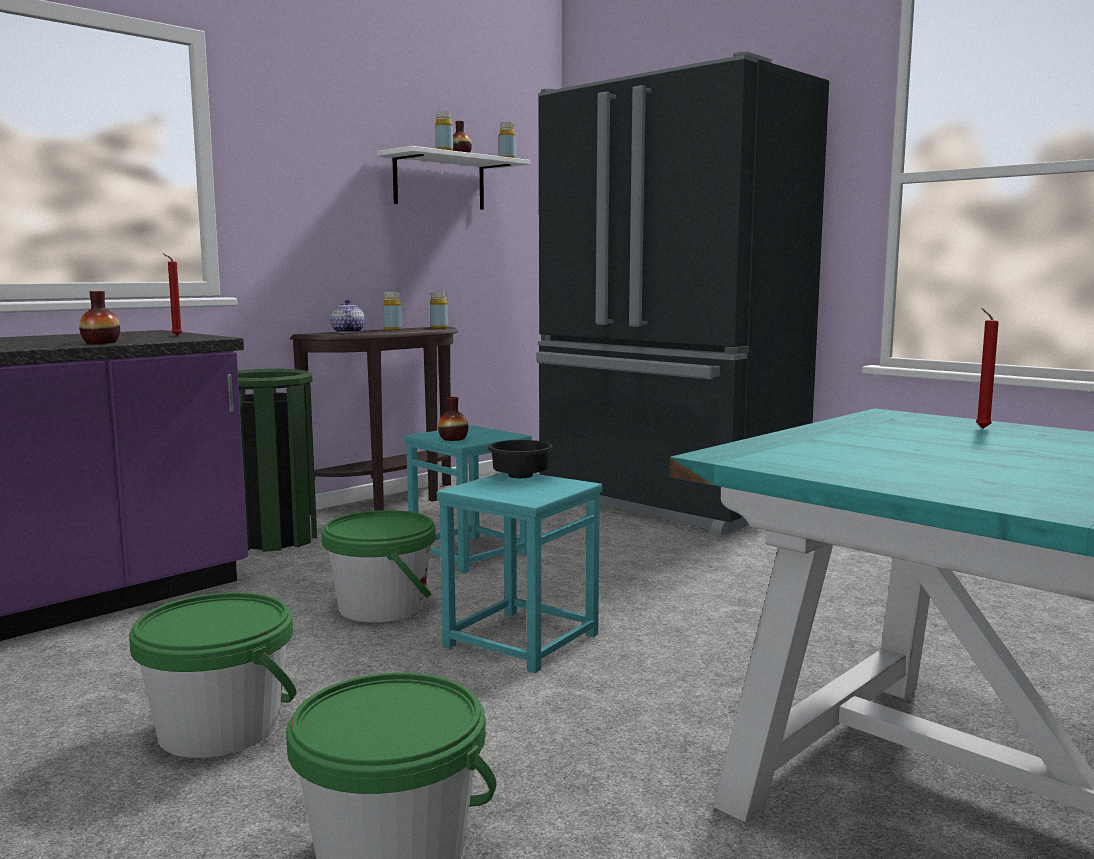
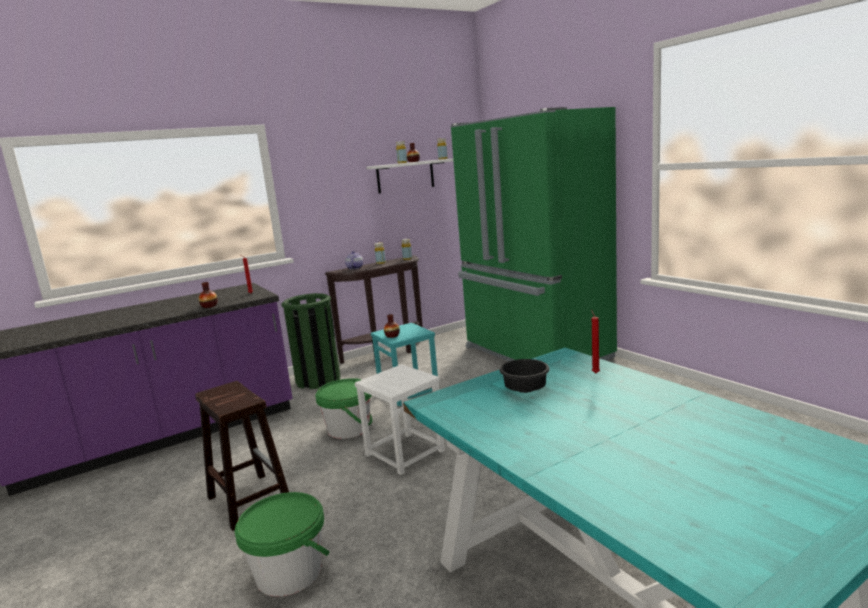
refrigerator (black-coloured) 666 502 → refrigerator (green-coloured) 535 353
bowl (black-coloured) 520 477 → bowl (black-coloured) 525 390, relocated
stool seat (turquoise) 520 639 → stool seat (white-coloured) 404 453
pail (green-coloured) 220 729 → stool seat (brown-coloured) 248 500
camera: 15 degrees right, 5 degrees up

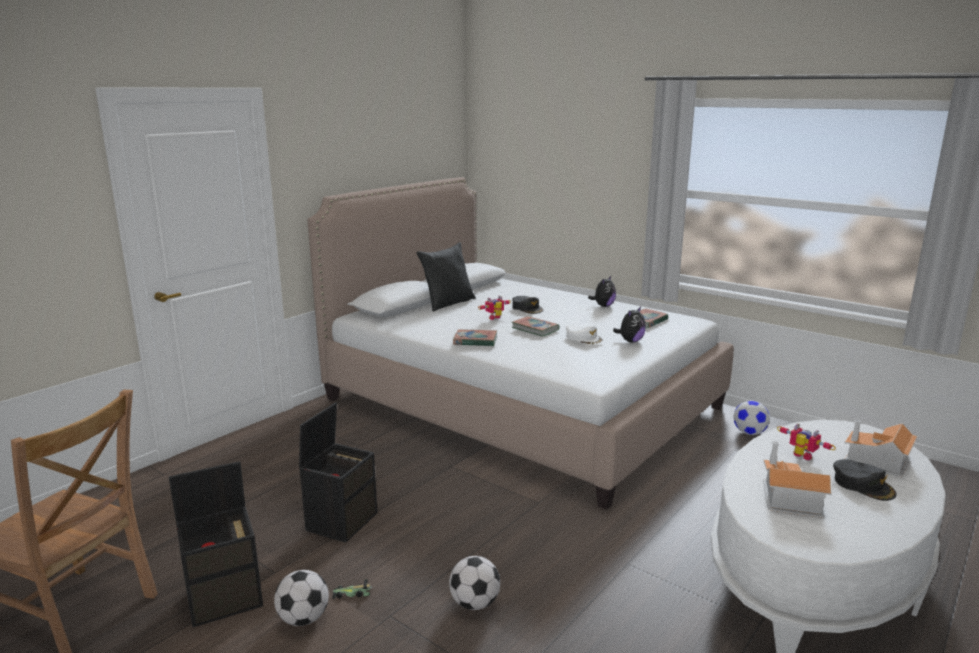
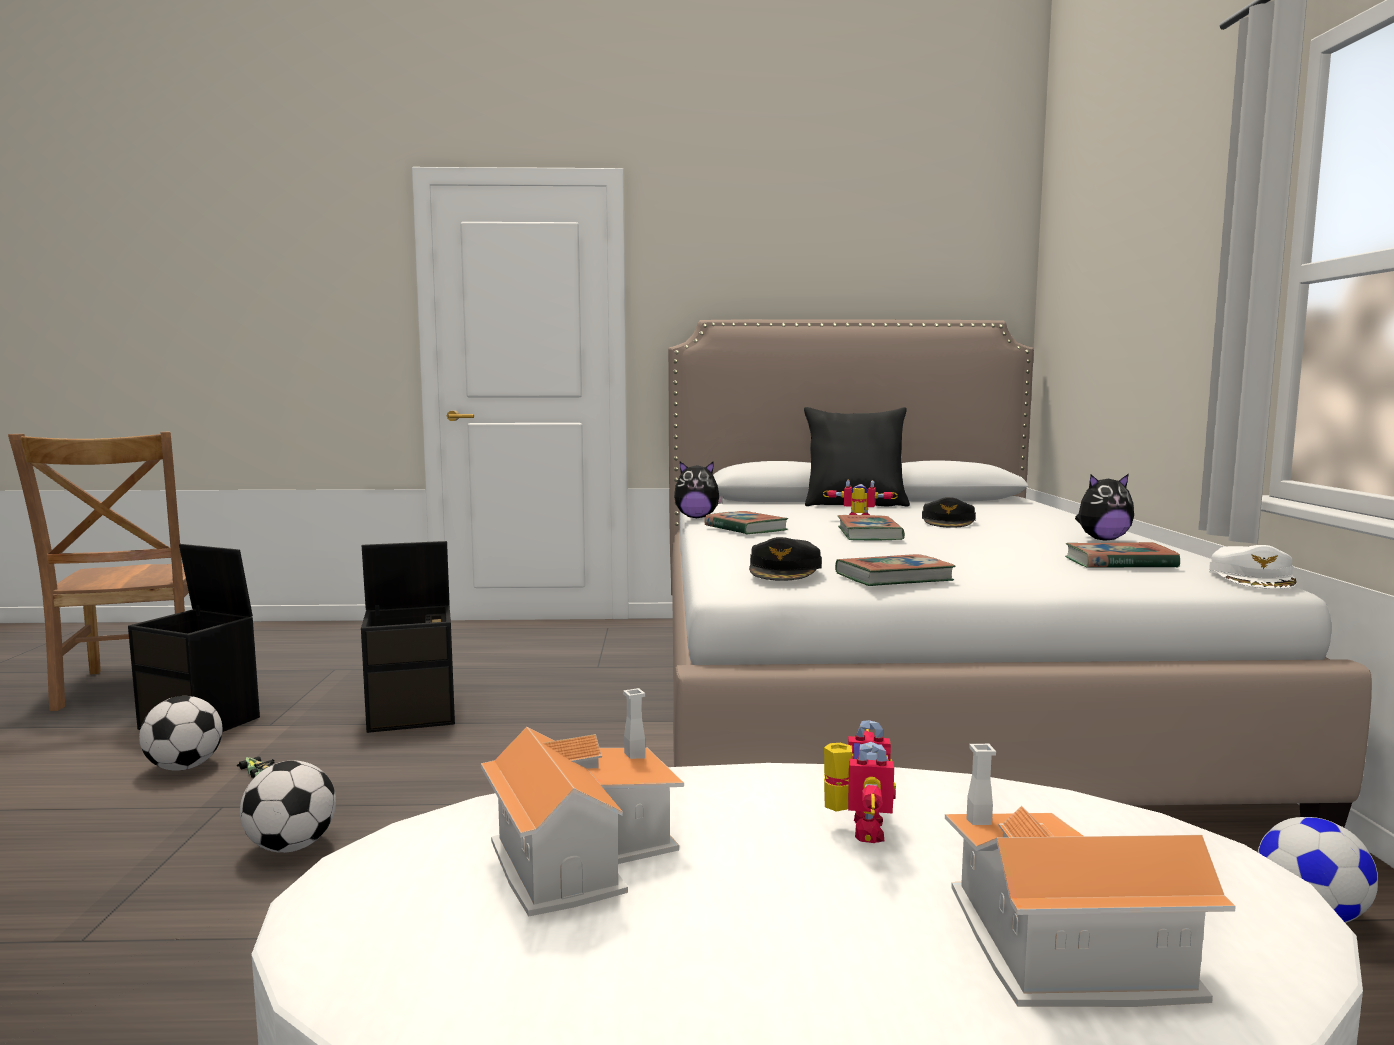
soft toy 630 341 → soft toy 697 518, relocated
peaked cap (white-coloured) 583 338 → peaked cap (white-coloured) 1252 578, relocated
peaked cap (black-coloured) 863 485 → peaked cap (black-coloured) 785 570, relocated
- → bound book 893 577
camera: 50 degrees right, 10 degrees down

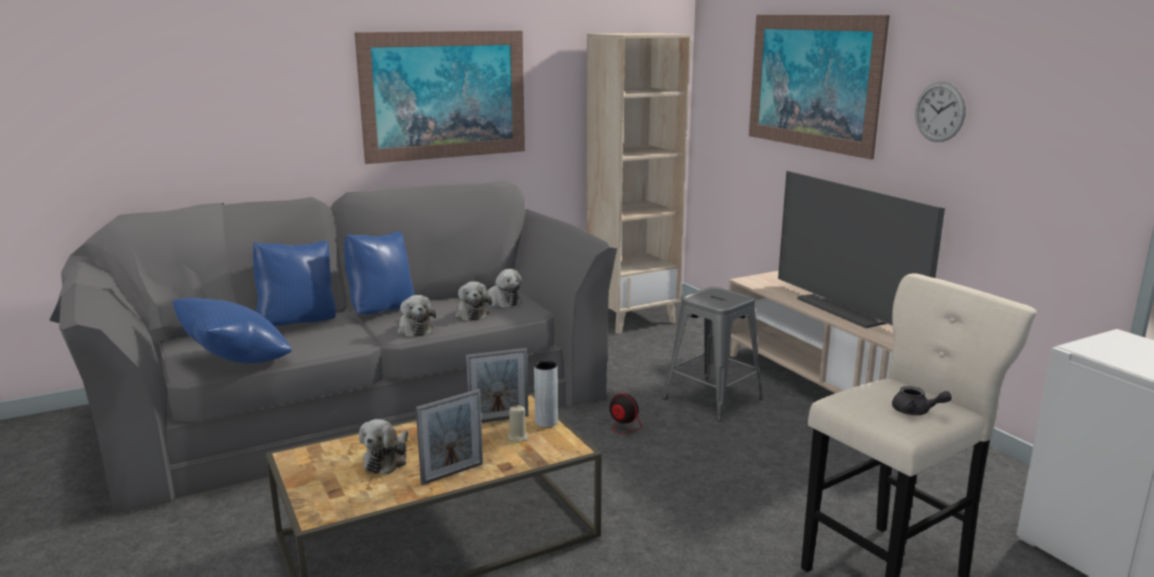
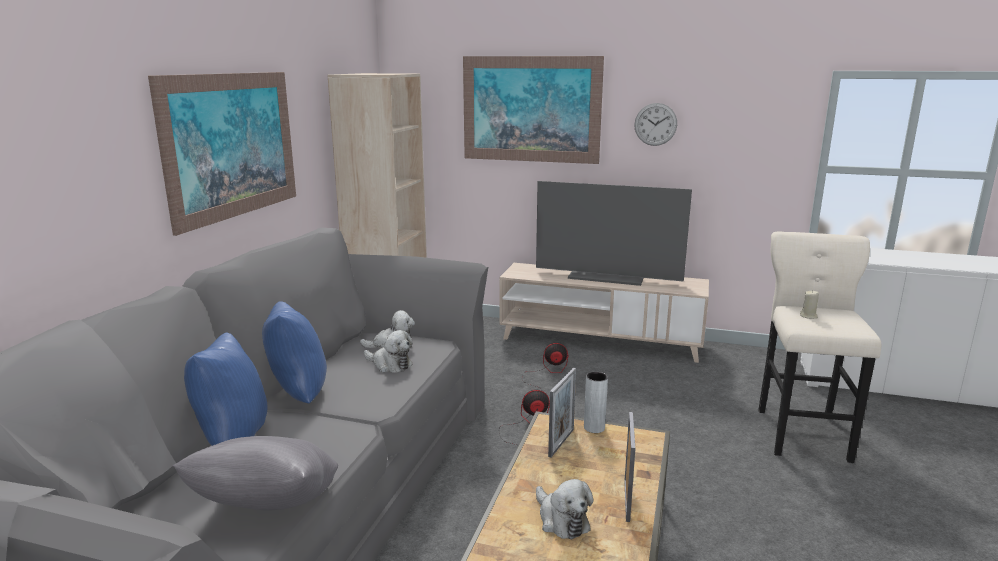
stool seat (gray) 712 398 → fan 547 373
soft toy 414 329 → -
throw pillow (blue-coloured) 236 362 → throw pillow (gray) 268 511
teapot (gray) 916 412 → -
candle (beige) 518 437 → candle (beige) 808 316, relocated
camera: 45 degrees left, 0 degrees up

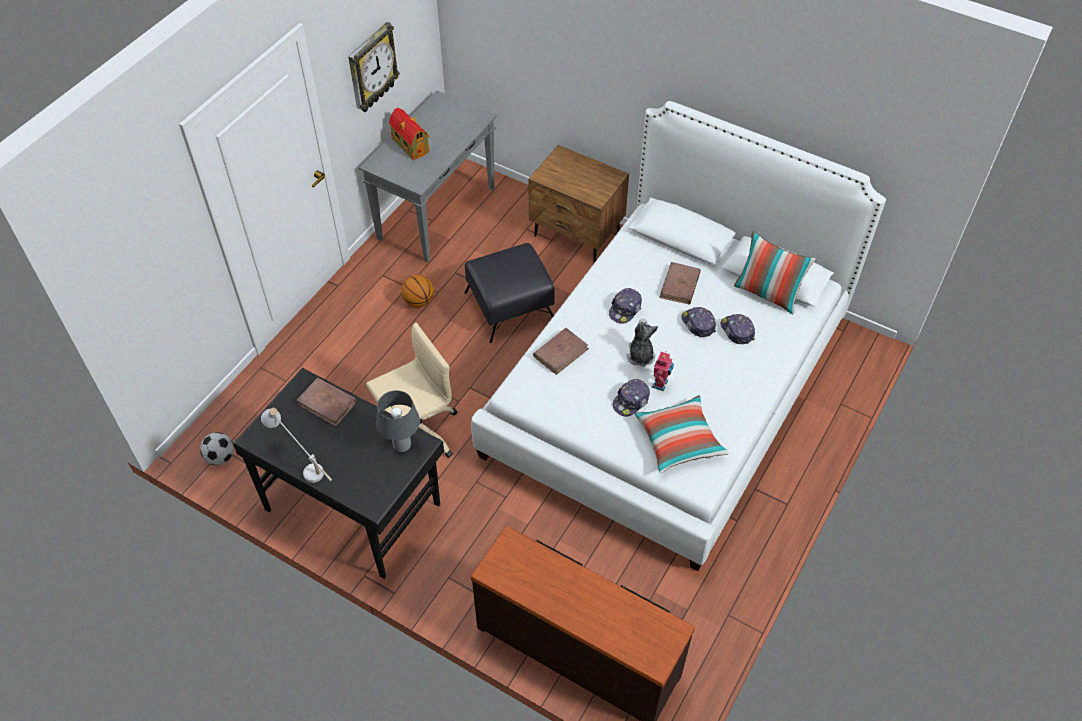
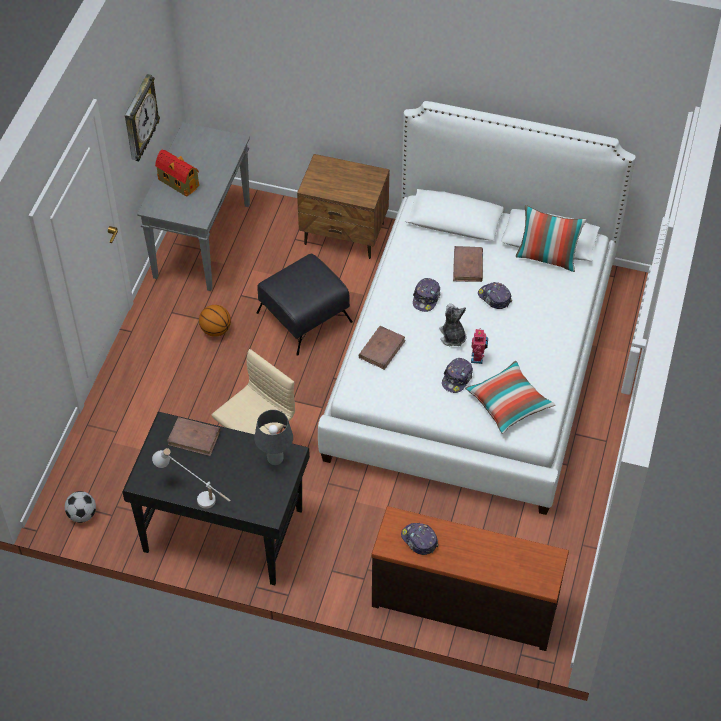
peaked cap 736 331 → peaked cap 419 540, relocated
camera: 15 degrees left, 0 degrees up

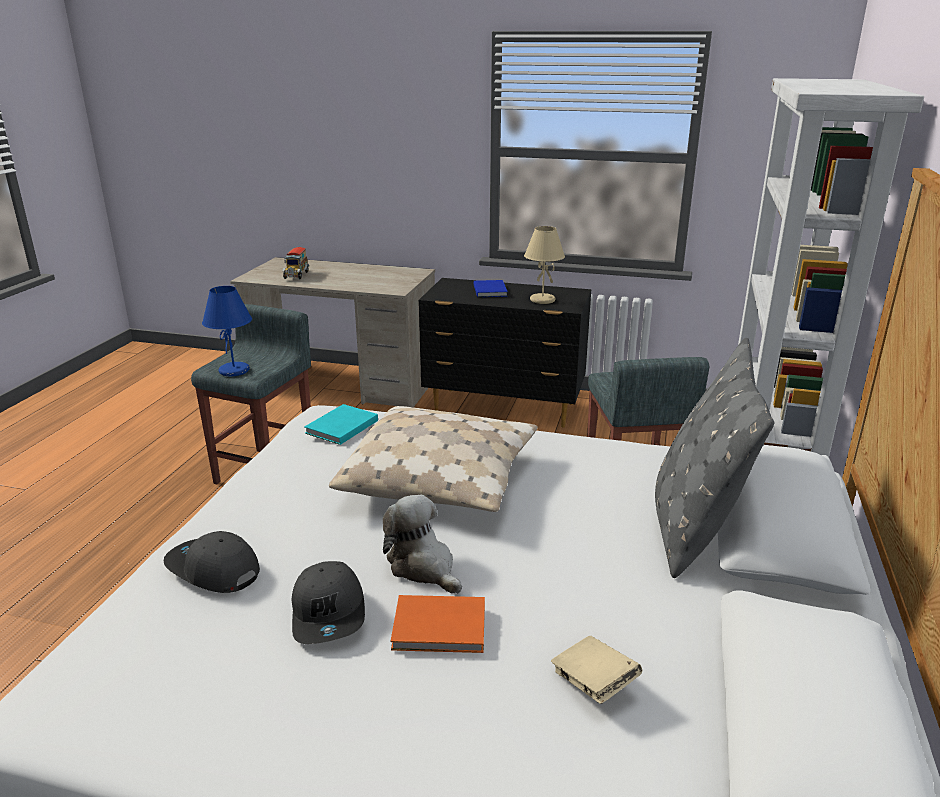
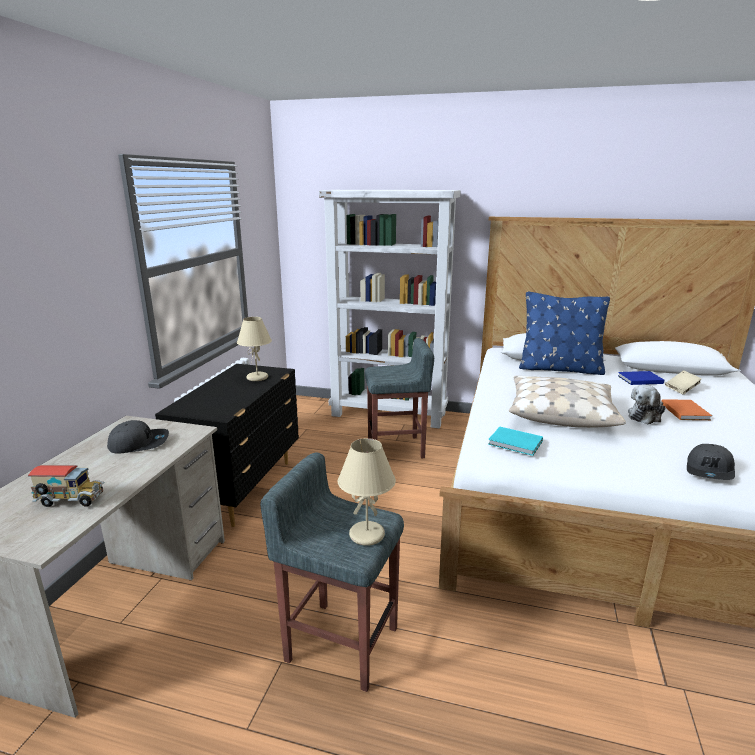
bound book (blue-coloured) 490 290 → bound book (blue-coloured) 638 379, relocated
tabletop lamp (blue-coloured) 234 371 → tabletop lamp (beige) 367 534
throw pillow (gray) 694 524 → throw pillow (blue-coloured) 559 369
peaked cap (gray) 329 613 → peaked cap (gray) 139 443, relocated
camera: 90 degrees left, 5 degrees down

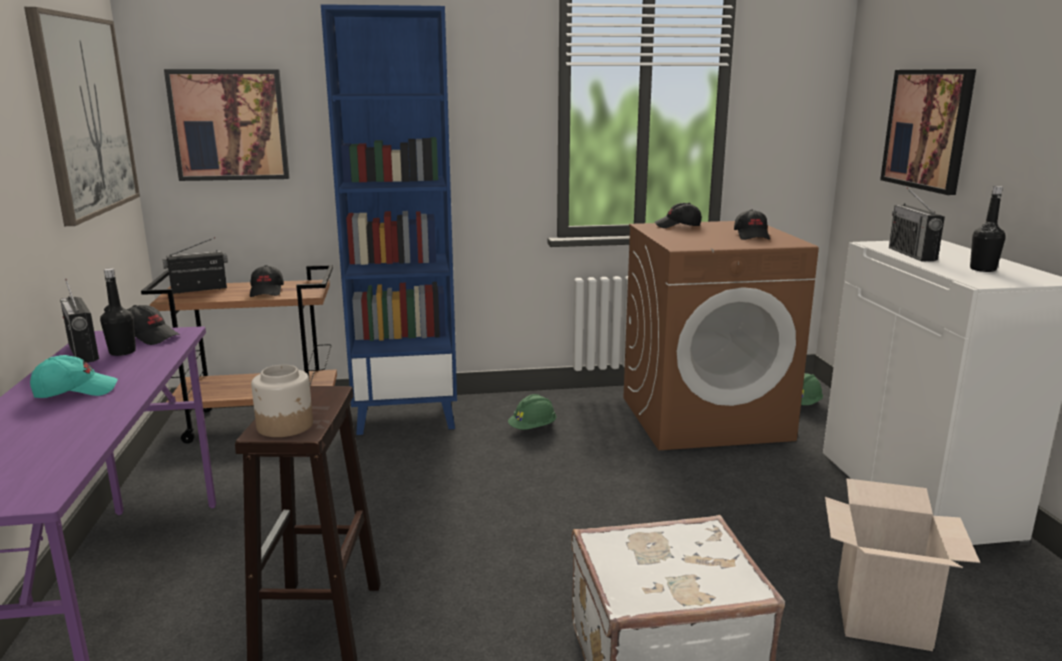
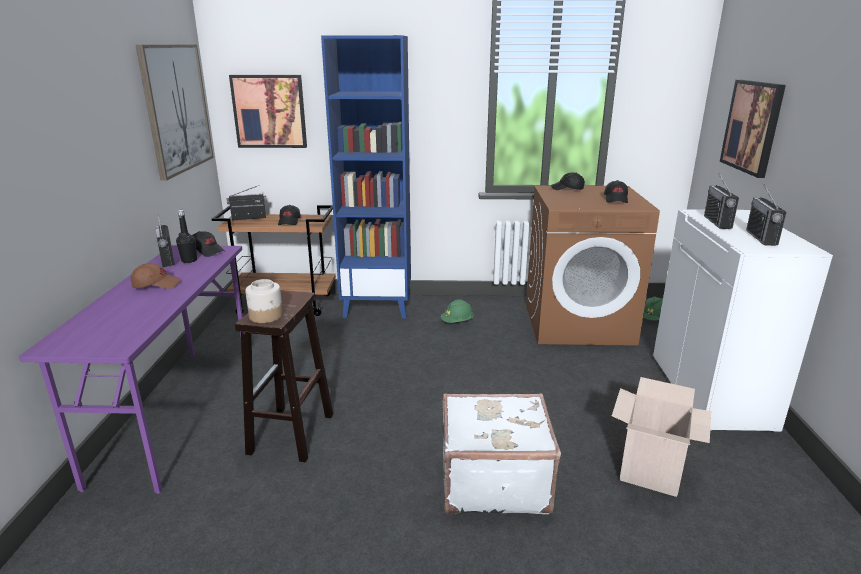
beverage bottle (black-coloured) 982 269 → radio set 761 238
peaked cap (turquoise) 75 391 → peaked cap (brown-coloured) 156 284
camera: 10 degrees right, 5 degrees up

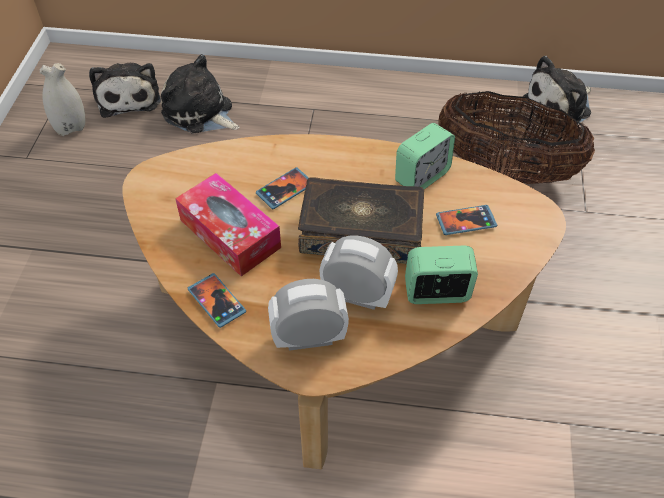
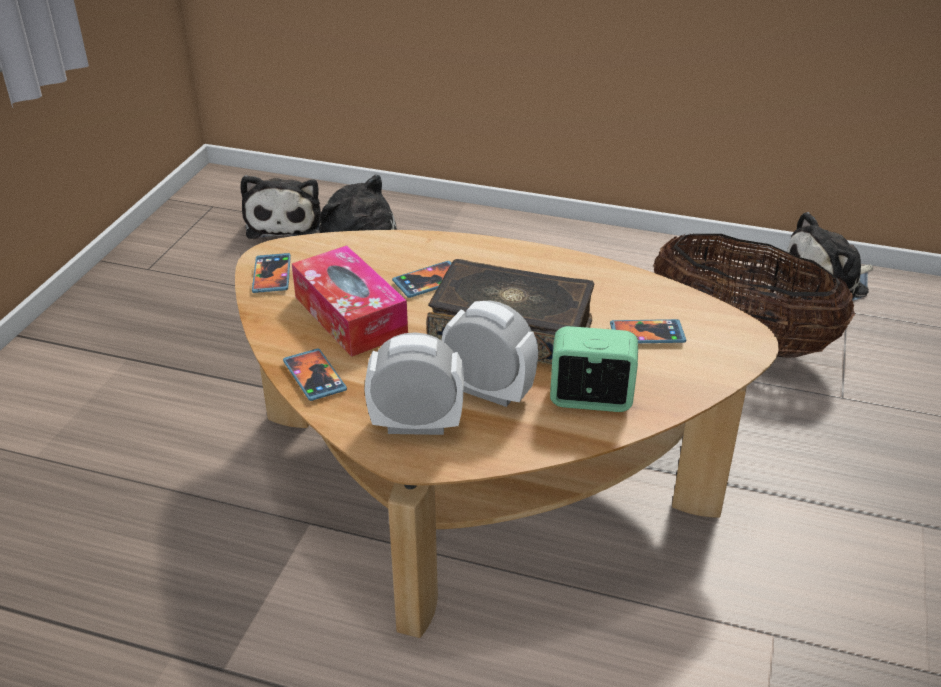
flower vase (white-coloured) 71 127 → -
bedside clock 422 177 → -
- → handset 272 275
camera: 10 degrees right, 15 degrees down

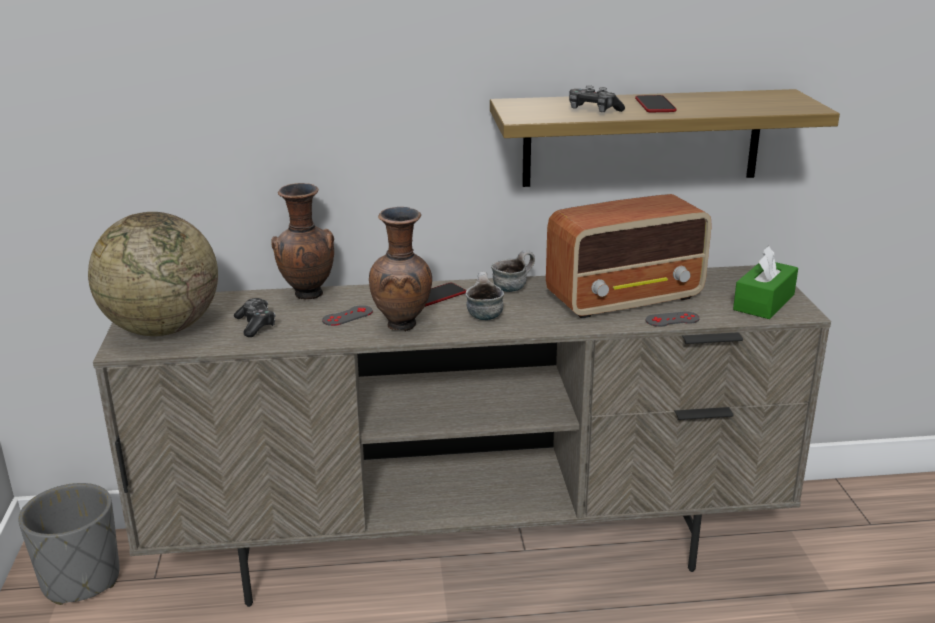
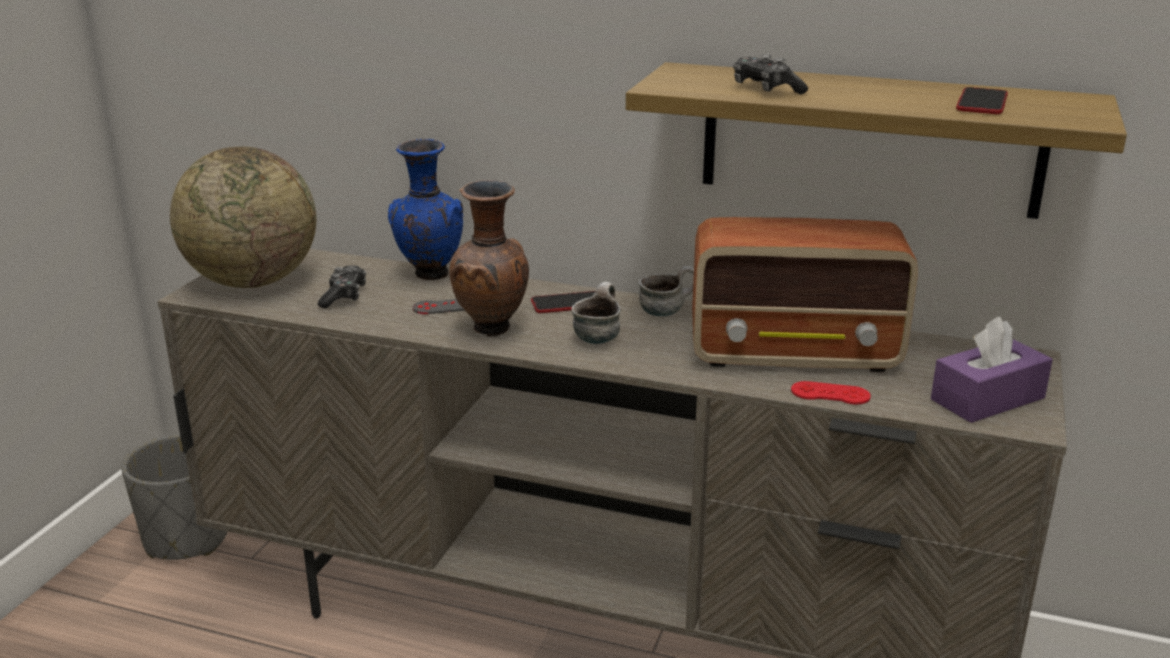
handset 655 105 → handset 982 103, relocated
flower vase (brown-coloured) 307 295 → flower vase (blue-coloured) 429 275
box of tissues (green-coloured) 764 302 → box of tissues (purple-coloured) 987 399
game controller (gray) 672 319 → game controller (red) 830 393
camera: 25 degrees right, 0 degrees up

